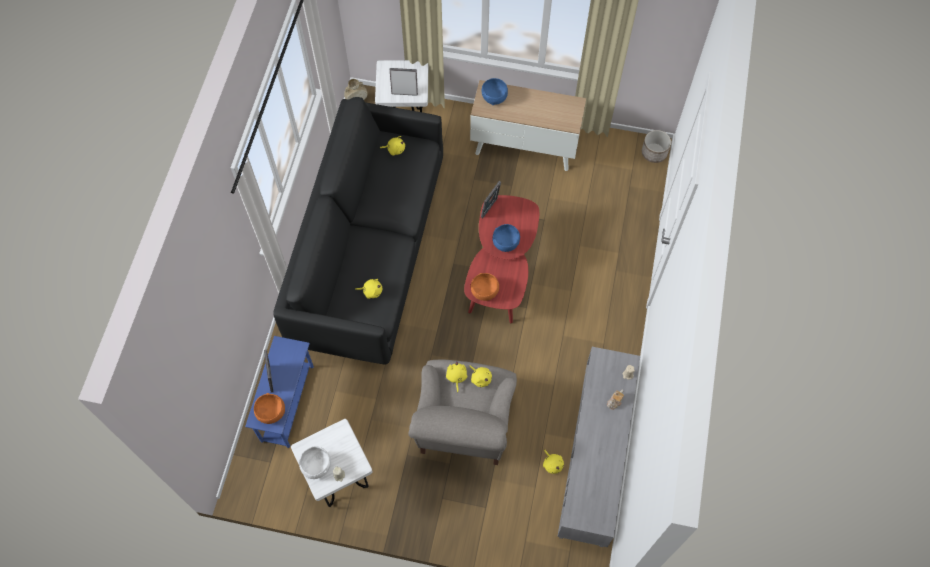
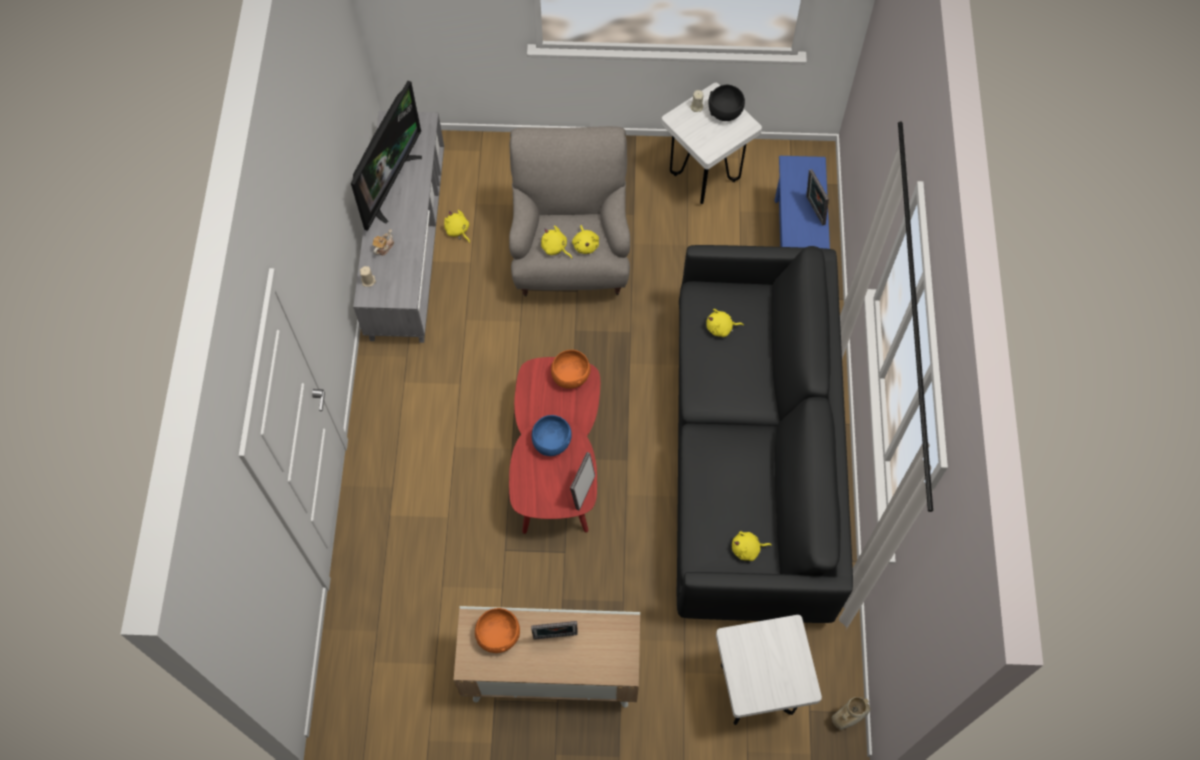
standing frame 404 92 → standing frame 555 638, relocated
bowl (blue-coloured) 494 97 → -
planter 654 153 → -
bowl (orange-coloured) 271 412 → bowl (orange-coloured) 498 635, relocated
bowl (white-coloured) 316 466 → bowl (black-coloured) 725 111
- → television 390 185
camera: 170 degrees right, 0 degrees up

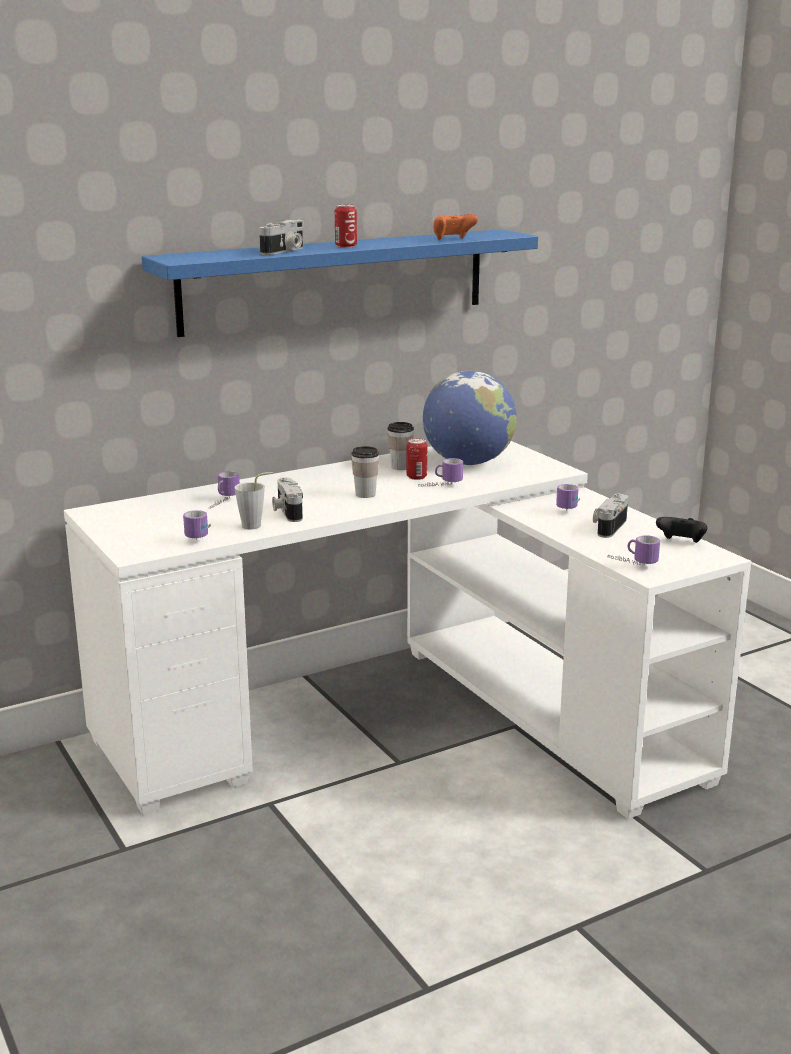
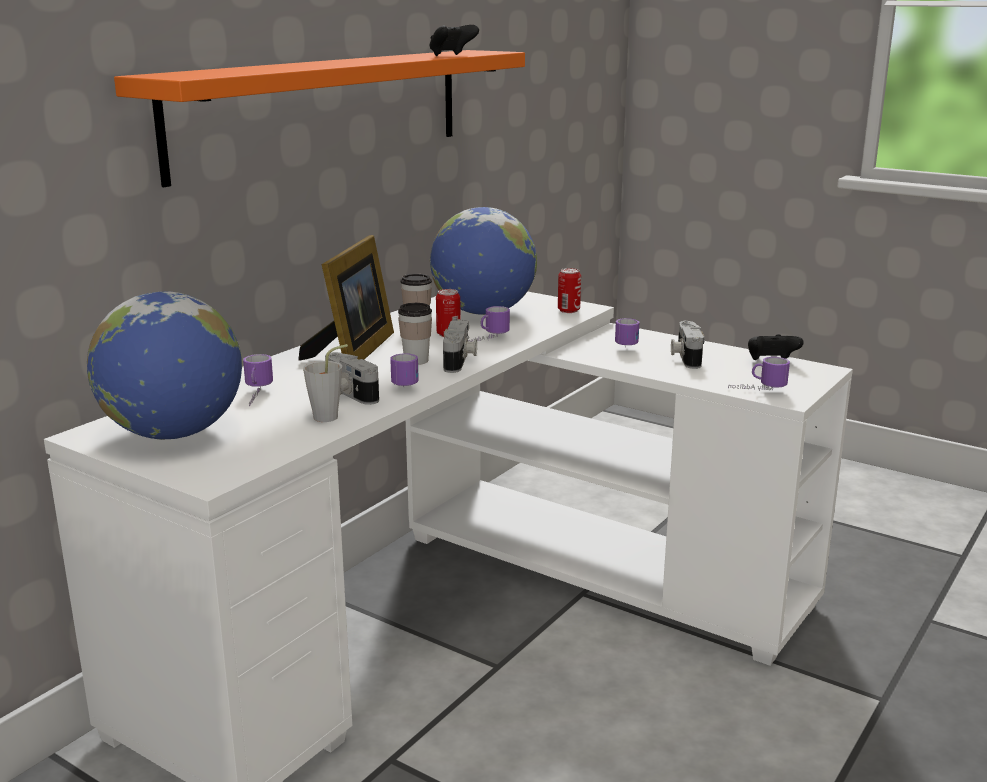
can 346 246 → can 568 310, relocated
game controller (orange-coloured) 453 239 → game controller (black-coloured) 451 55
photo camera 284 251 → photo camera 459 360, relocated
shelf (blue-coloured) 336 280 → shelf (orange-coloured) 324 110
mug 202 536 → mug 402 384, relocated
- → standing frame 353 352
- → globe 174 434
camera: 25 degrees left, 0 degrees up

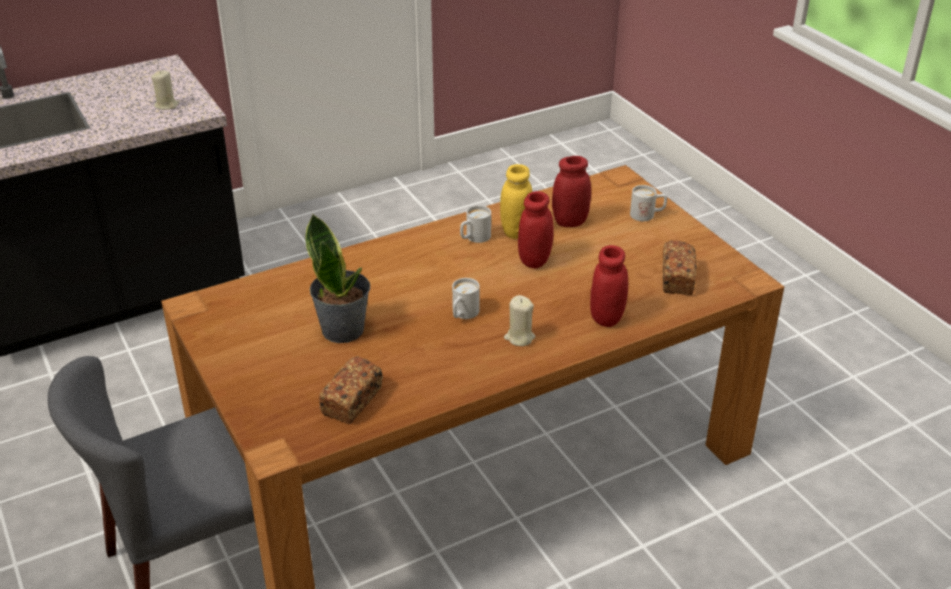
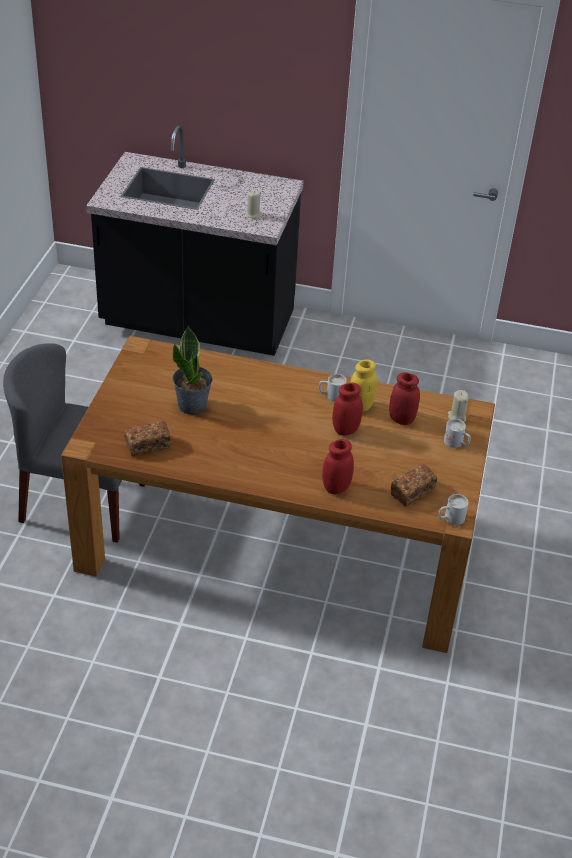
mug (white-coloured) 463 314 → mug (white-coloured) 450 519, relocated
candle (beige) 519 337 → candle (beige) 456 417, relocated
camera: 40 degrees right, 5 degrees up

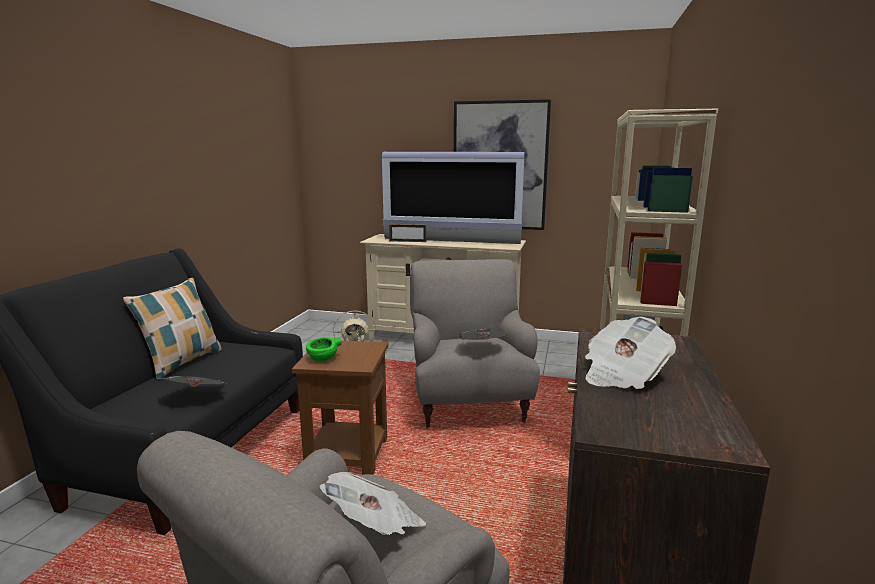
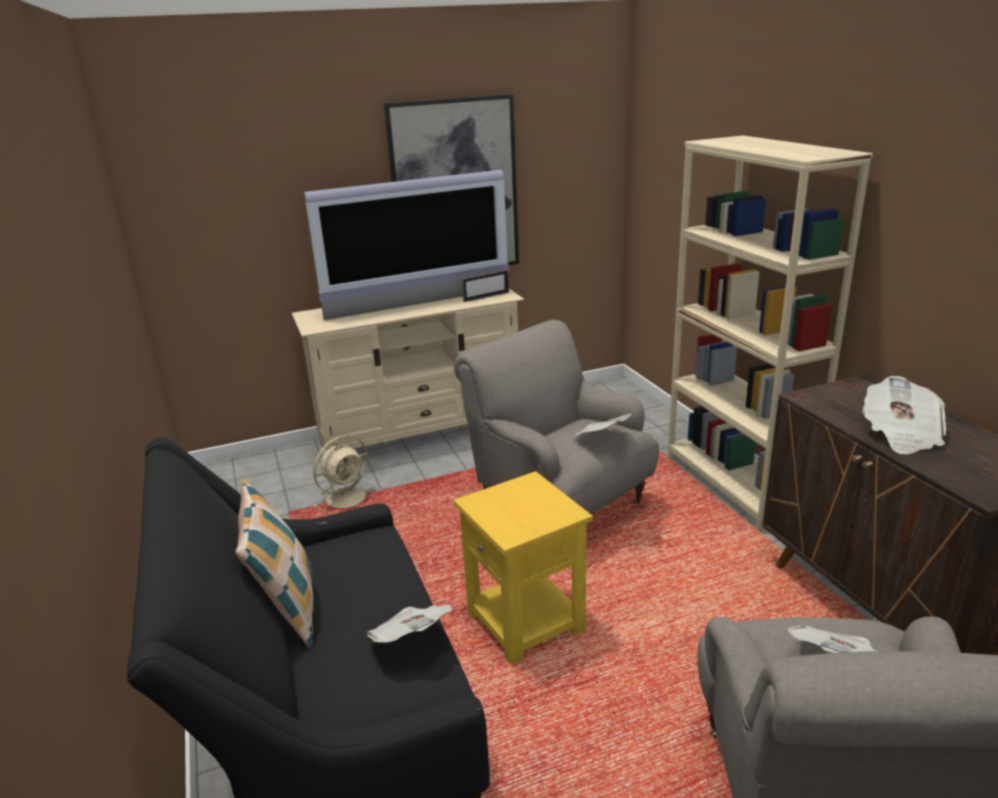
standing frame 407 241 → standing frame 486 297, relocated
bowl (green-coloured) 322 359 → -
side table (brown-coloured) 347 454 → side table (yellow-coloured) 526 622
camera: 35 degrees left, 10 degrees up

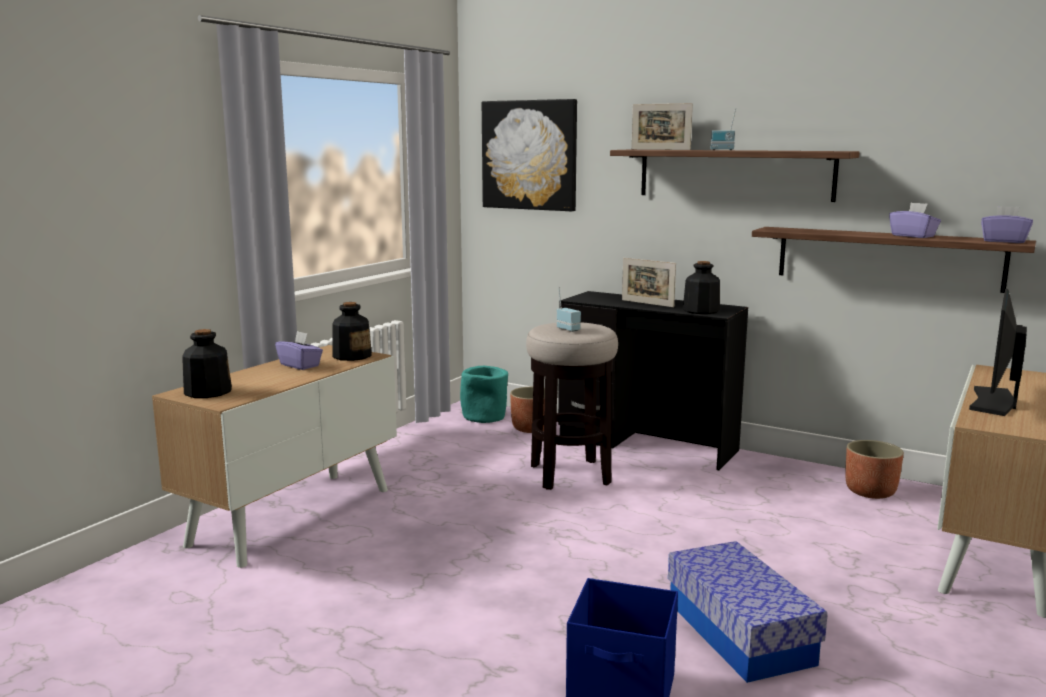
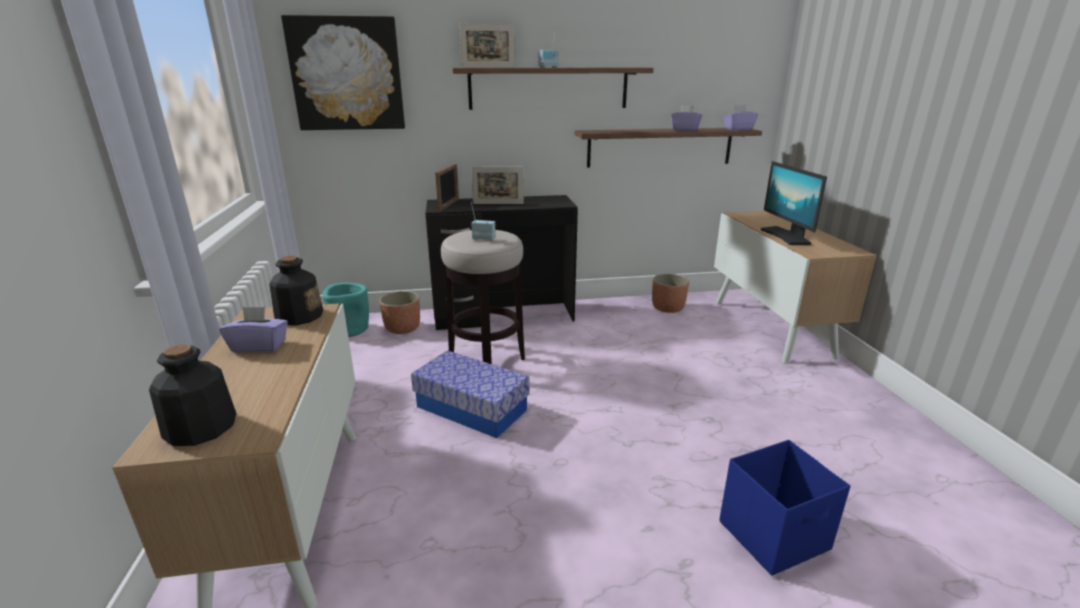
beverage bottle 700 311 → -
storage bin 739 632 → storage bin 472 408, relocated
- → standing frame 449 205
camera: 40 degrees left, 10 degrees up

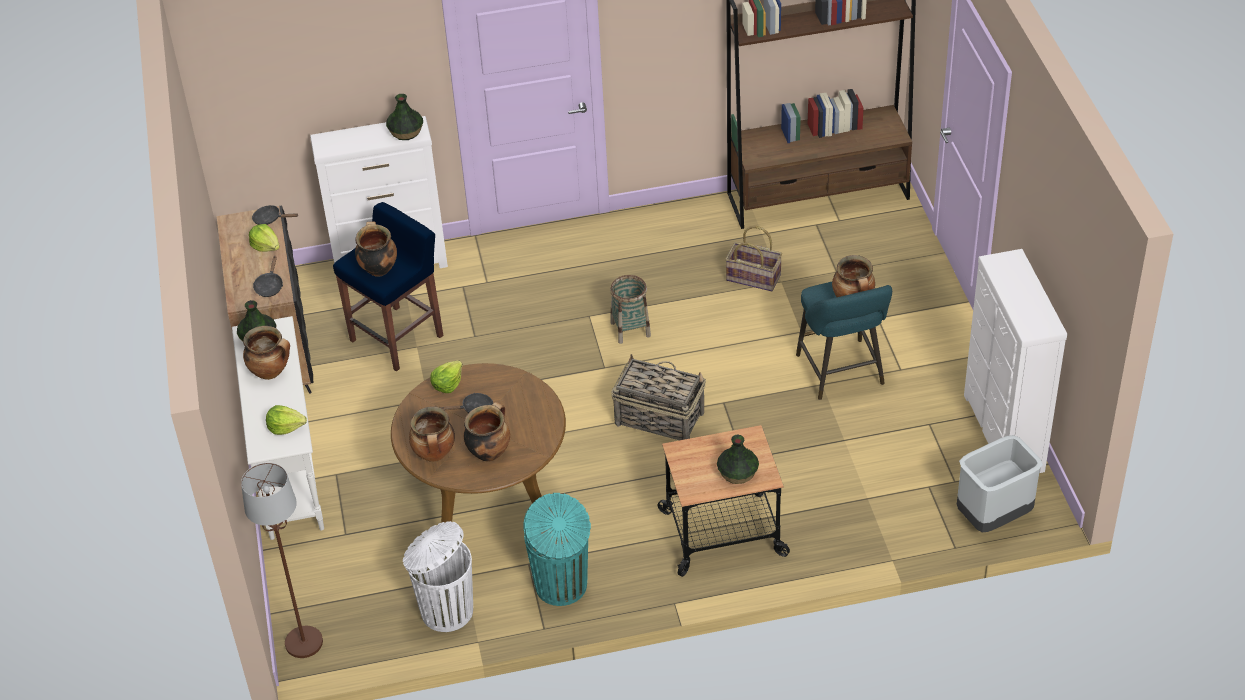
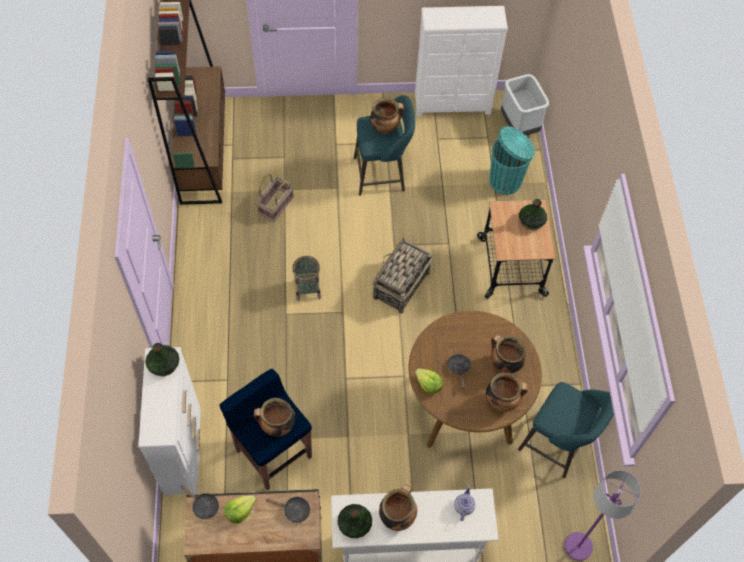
frying pan (black-coloured) 270 219 → frying pan (black-coloured) 203 505, 75 degrees counterclockwise
lettuce head 286 427 → teapot 463 507
standard lamp (brown-coloured) 304 642 → standard lamp (purple-coloured) 577 546
waste bin (turquoise) 562 586 → waste bin (turquoise) 506 181, relocated
waste bin (white-coloured) 445 610 → stool seat (turquoise) 558 445
camera: 85 degrees left, 15 degrees up

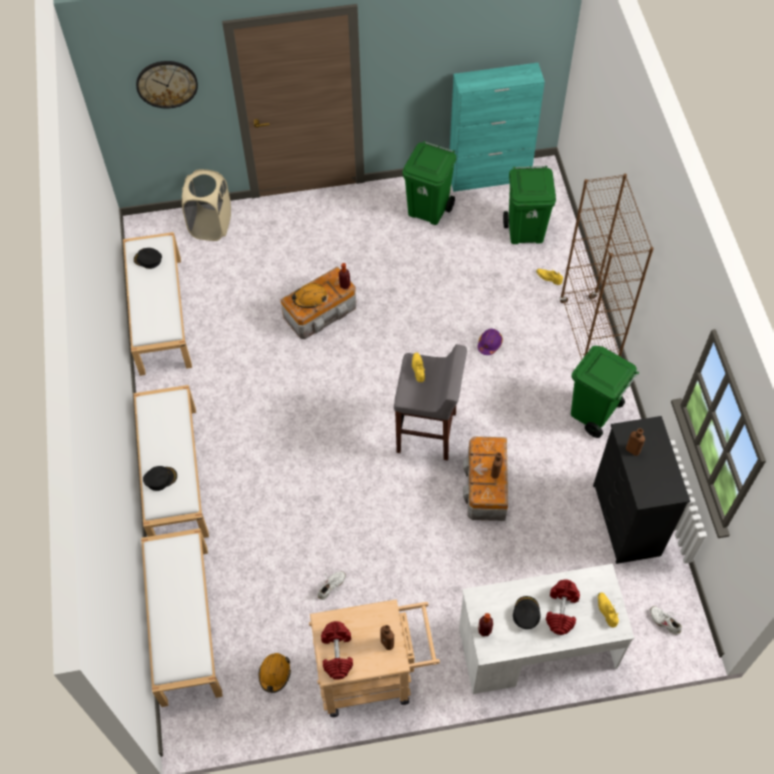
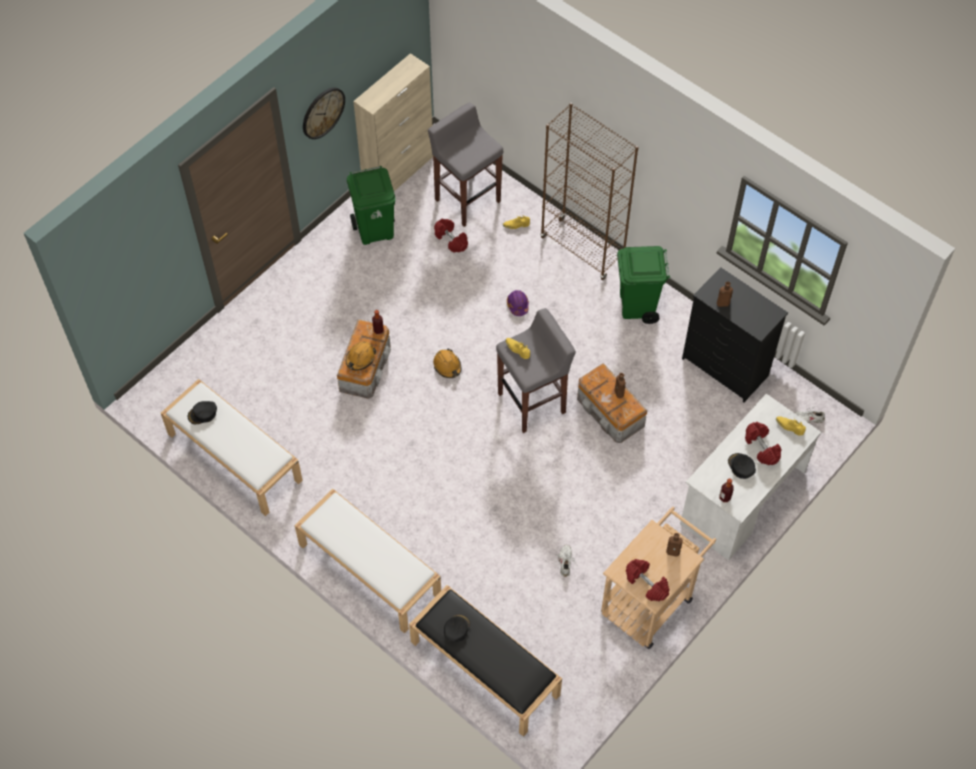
clock on the wall 167 83 → clock on the wall 323 112, relocated
cabinet (turquoise) 489 176 → cabinet (beige) 399 172
waste bin (green-coloured) 526 232 → stool seat (gray) 467 200
washing basket (beige) 211 225 → -
peaked cap (black-coloured) 160 478 → peaked cap (black-coloured) 456 629, relocated
indoor bench (white-coloured) 184 623 → indoor bench (black-coloured) 483 668
safety helmet (orange-coloured) 274 674 → safety helmet (orange-coloured) 447 366, relocated
- → free weight (red) 451 240
camera: 40 degrees left, 0 degrees up

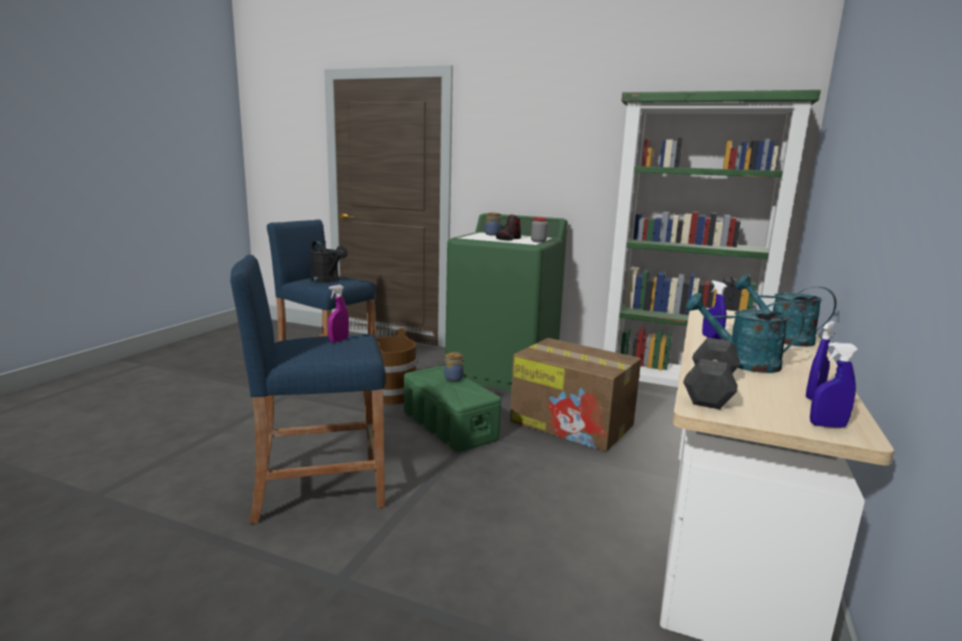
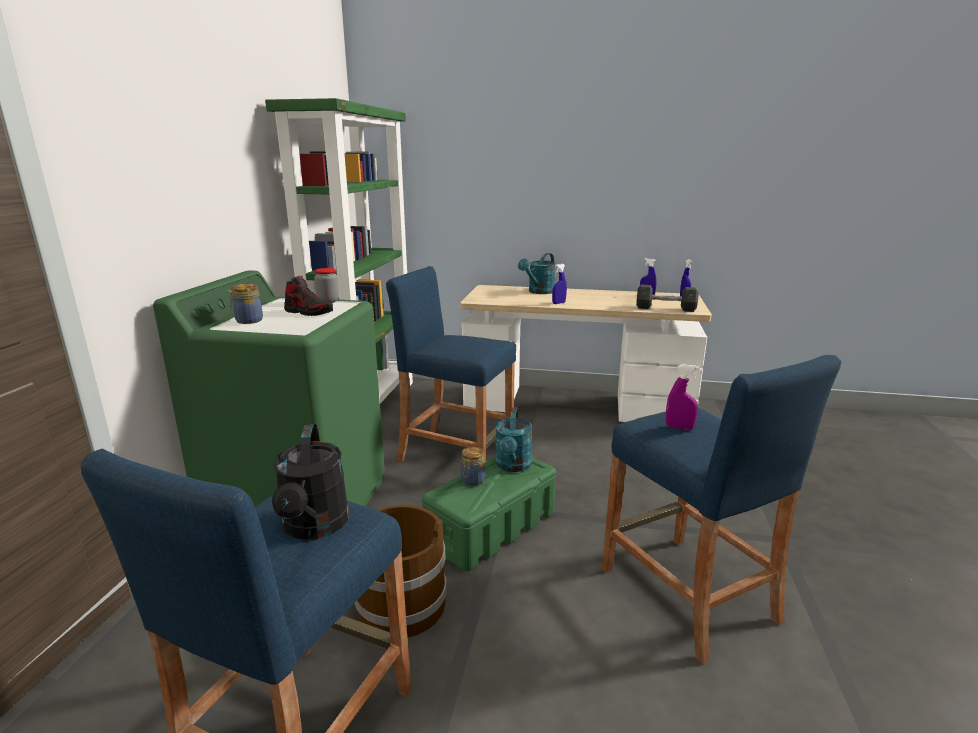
watering pot (black-coloured) 328 281 → watering pot (black-coloured) 315 527, 135 degrees clockwise
watering pot (turquoise) 742 363 → watering pot (turquoise) 513 466, relocated
carton 573 423 → stool seat (blue-coloured) 456 454
camera: 100 degrees left, 5 degrees up

